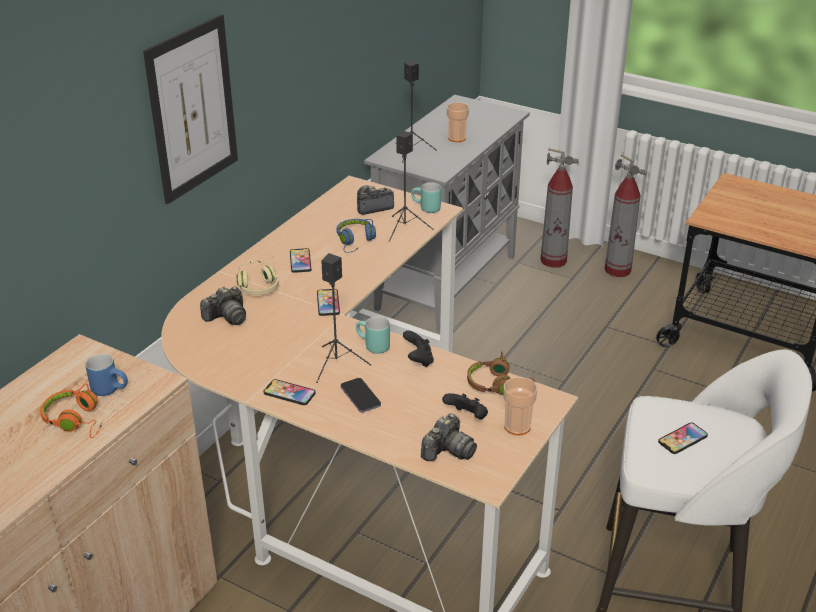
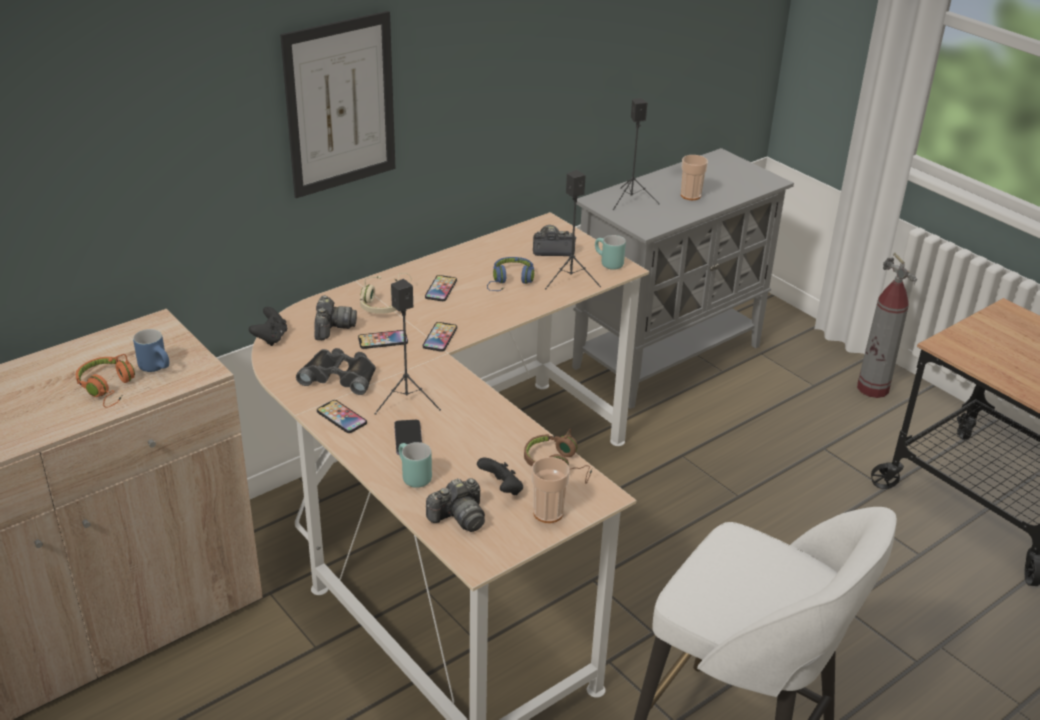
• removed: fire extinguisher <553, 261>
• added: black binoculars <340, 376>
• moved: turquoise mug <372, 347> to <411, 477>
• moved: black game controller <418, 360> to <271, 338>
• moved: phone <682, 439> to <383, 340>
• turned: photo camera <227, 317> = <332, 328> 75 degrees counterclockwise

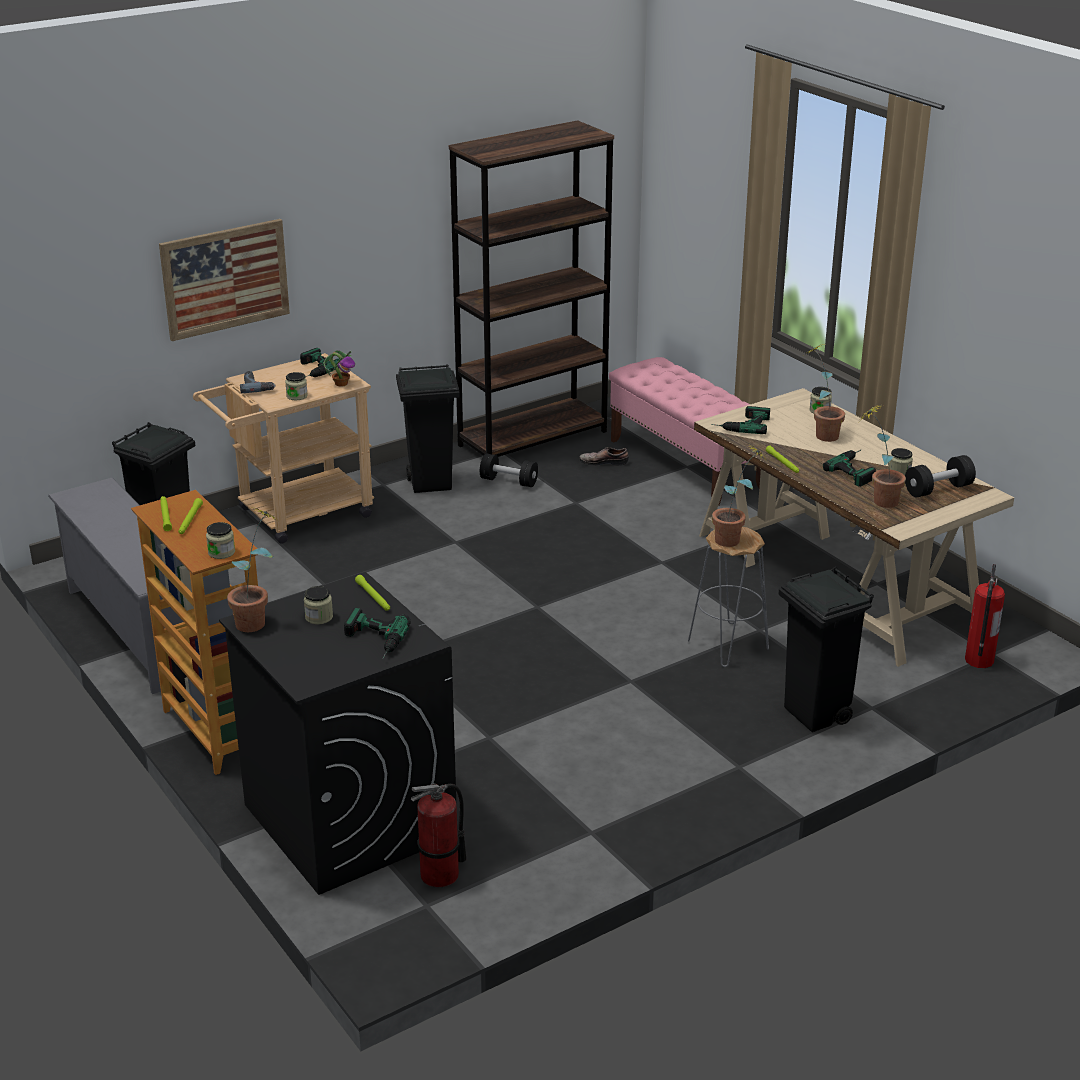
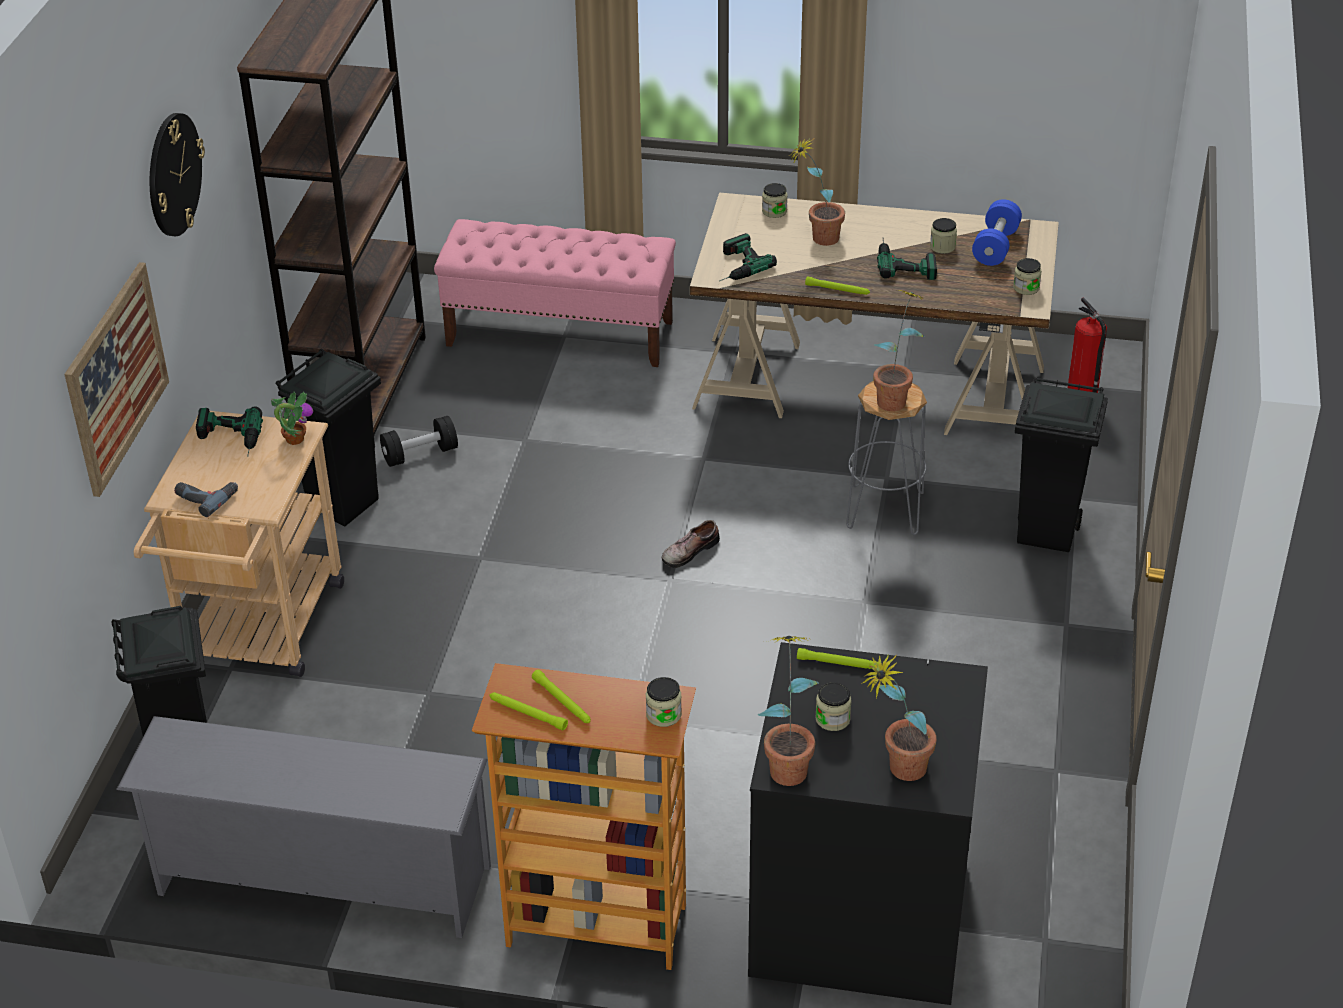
• removed: power drill <372, 641>
• removed: fire extinguisher <440, 875>
• added: wall clock <173, 174>
• moved: jar <297, 396> to <1026, 288>
• moved: shoe <603, 462> to <688, 551>
• moved: potted plant <878, 500> to <897, 770>
• recoloured: black dumbbell <938, 489> to blue dumbbell <995, 246>

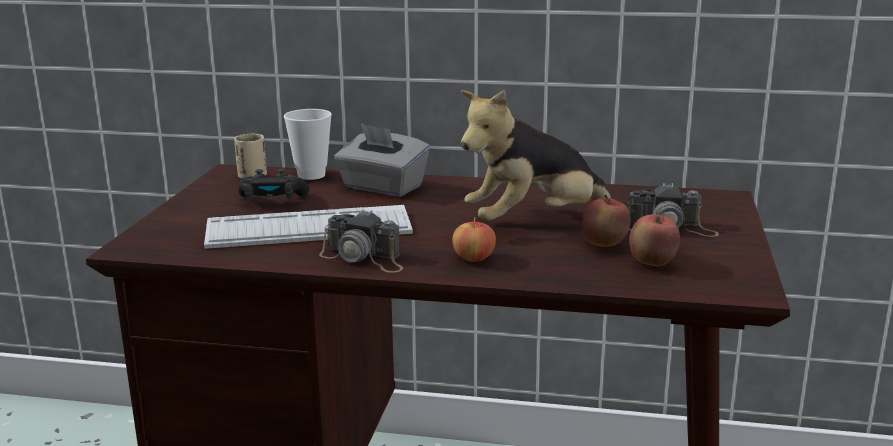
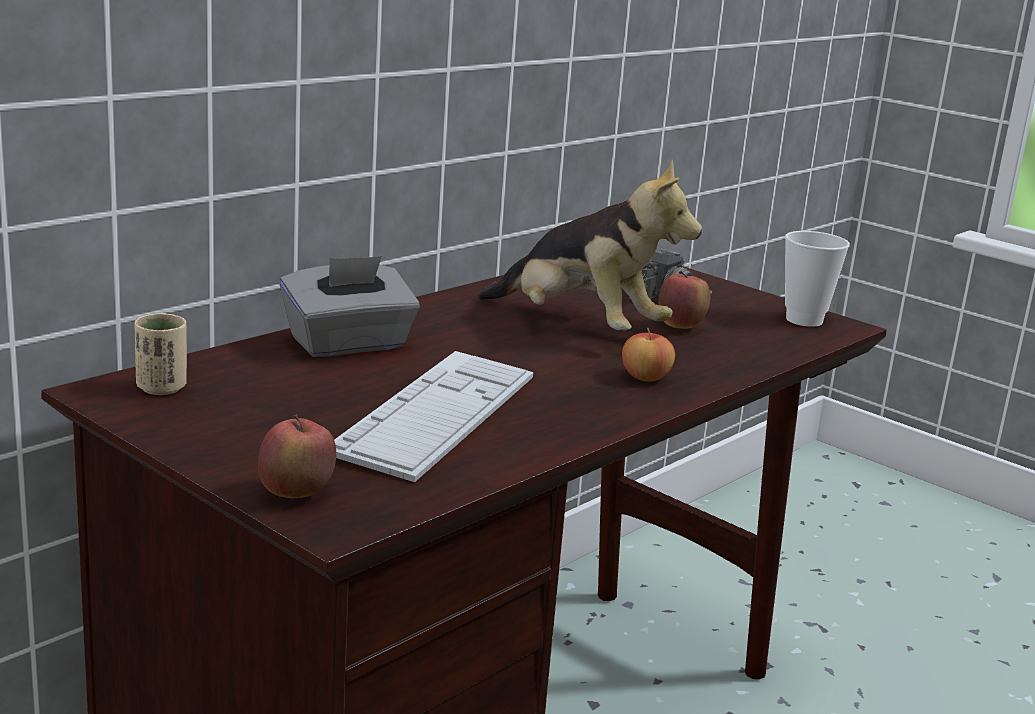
• removed: black game controller <272, 201>
• removed: photo camera <364, 258>
• moved: cup <311, 175> to <804, 320>
• moved: apple <652, 264> to <296, 494>
• turned: plush toy <534, 222> = <580, 327> 60 degrees counterclockwise

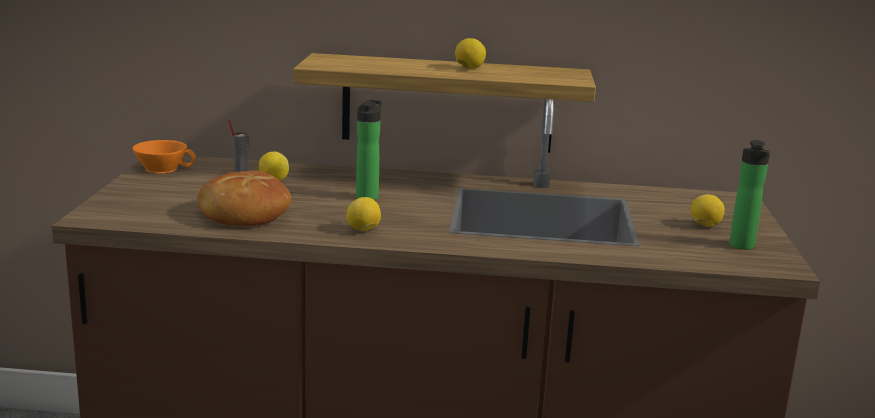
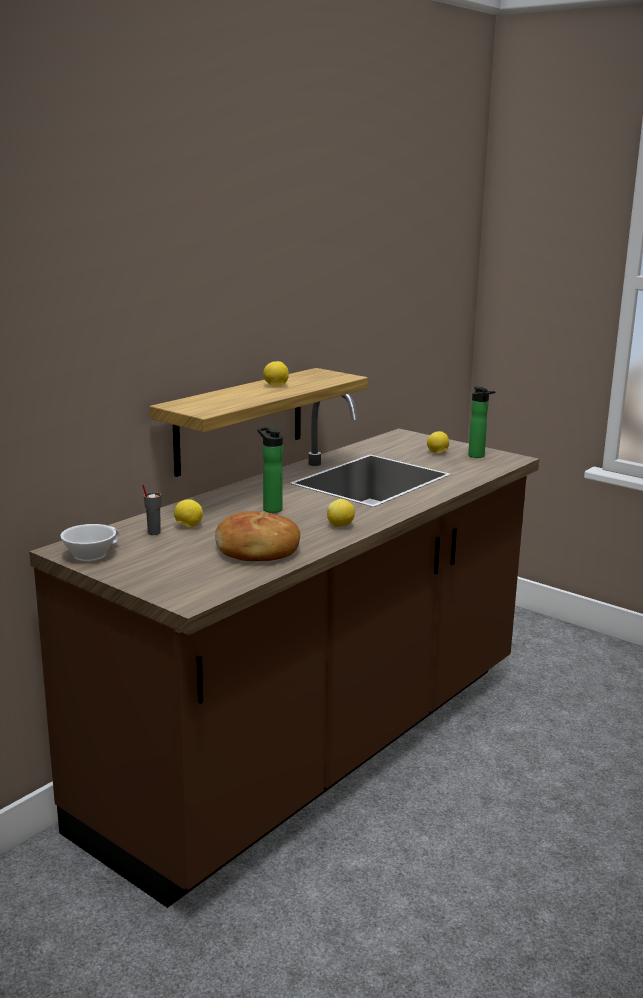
• recoloured: orange cup <163, 168> to white cup <90, 554>

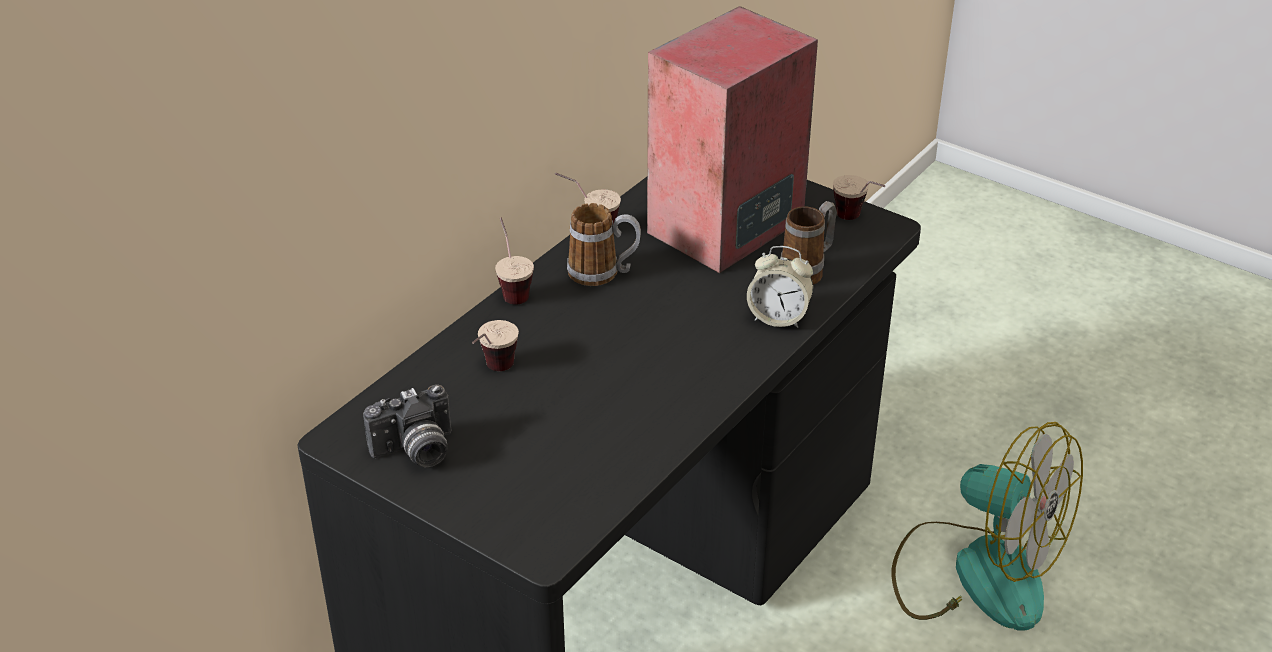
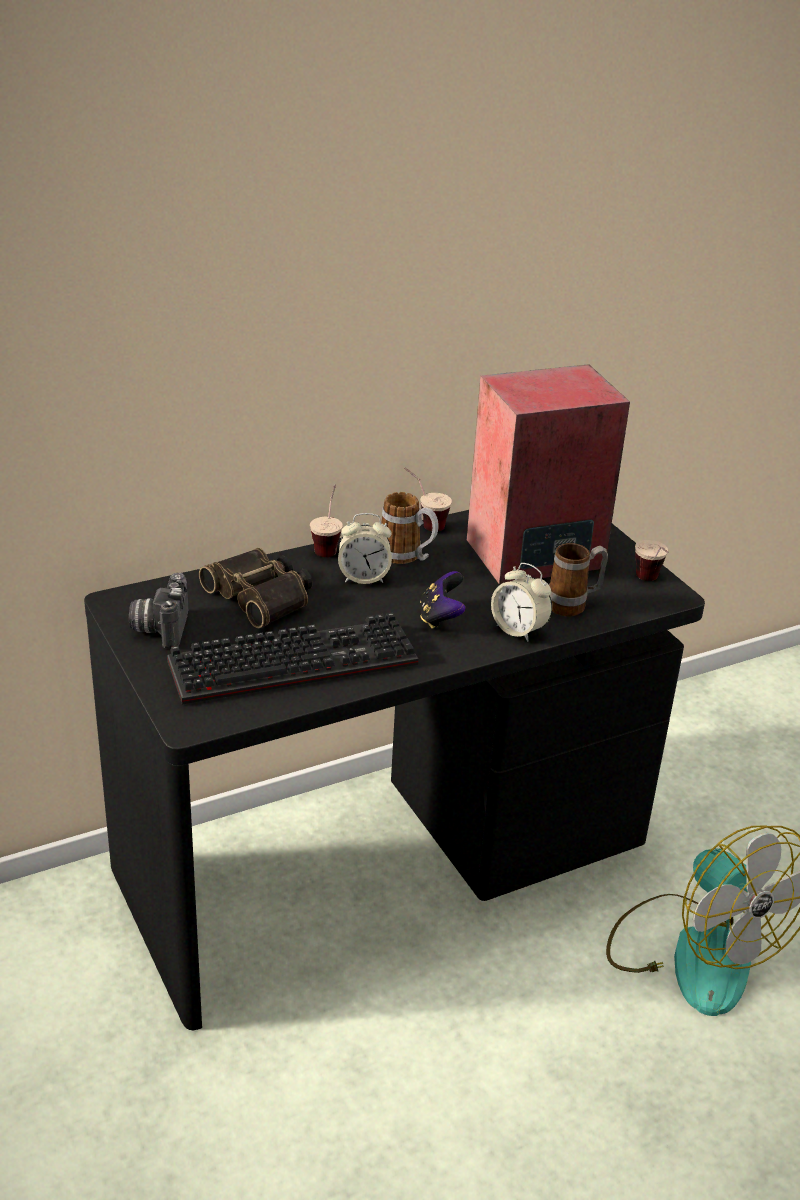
• added: keyboard <296, 660>
• added: alarm clock <364, 577>
• added: game controller <441, 618>
• replaced: cup <493, 373> to binoculars <262, 596>
• turned: photo camera <416, 452> = <160, 628> 90 degrees clockwise

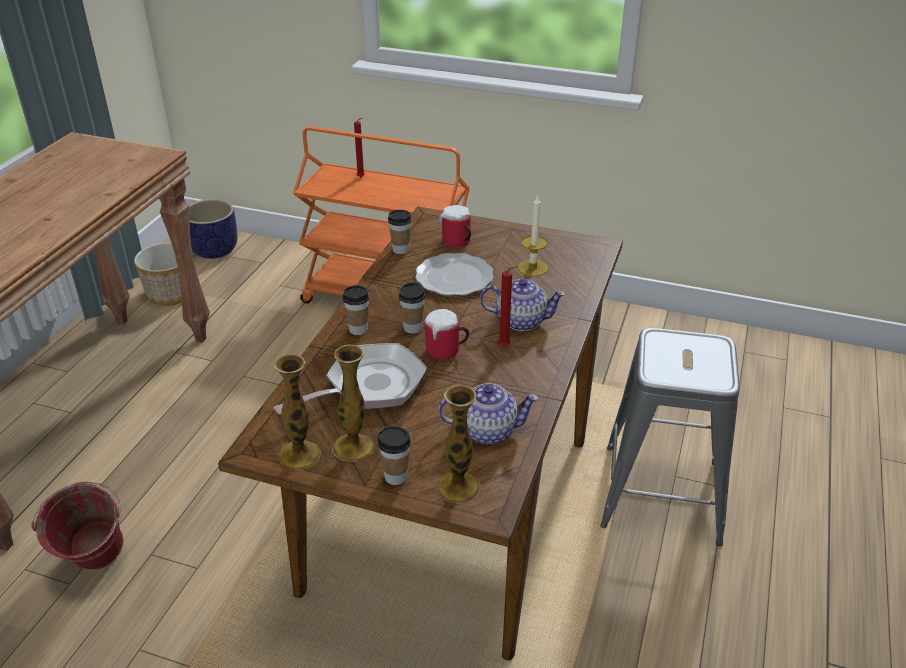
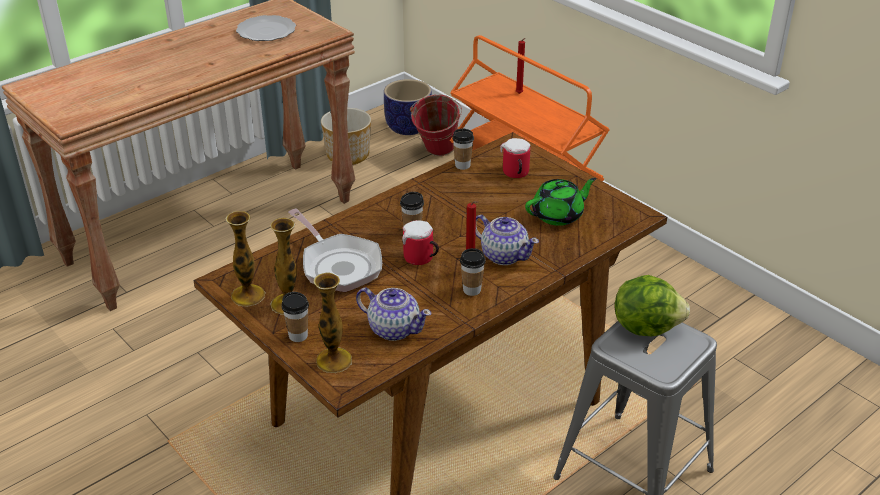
• added: lettuce <646, 326>
• moved: red bucket <96, 567> to <436, 154>
• moved: cup <358, 329> to <472, 290>
• moved: plate <455, 277> to <267, 31>
• replaced: candle <532, 268> to green teapot <558, 215>
• turned: frying pan <369, 387> = <338, 265> 60 degrees clockwise

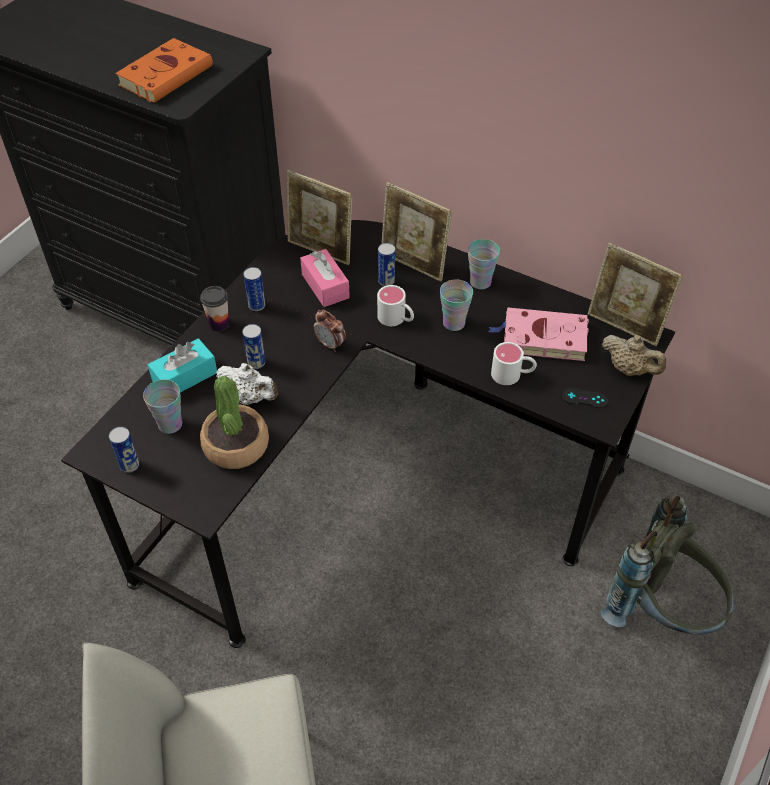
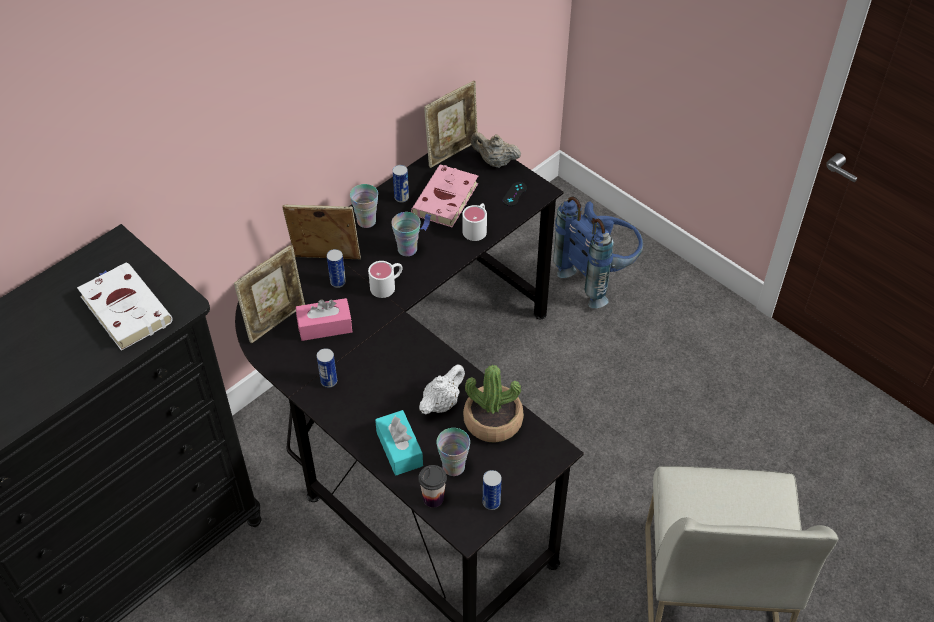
• removed: alarm clock <330, 344>
• moved: cup <219, 324> to <433, 498>
• moved: can <256, 363> to <401, 197>
• recoloured: orange book <167, 75> to white book <124, 308>
• recoloured: grey backpack <661, 611> to blue backpack <598, 275>
• turned: picture frame <413, 265> = <326, 259> 135 degrees counterclockwise
• turned: beige teapot <629, 369> = <495, 162> 120 degrees counterclockwise

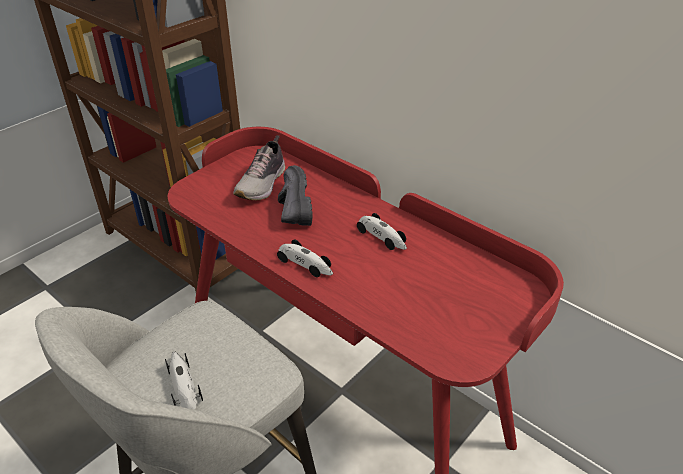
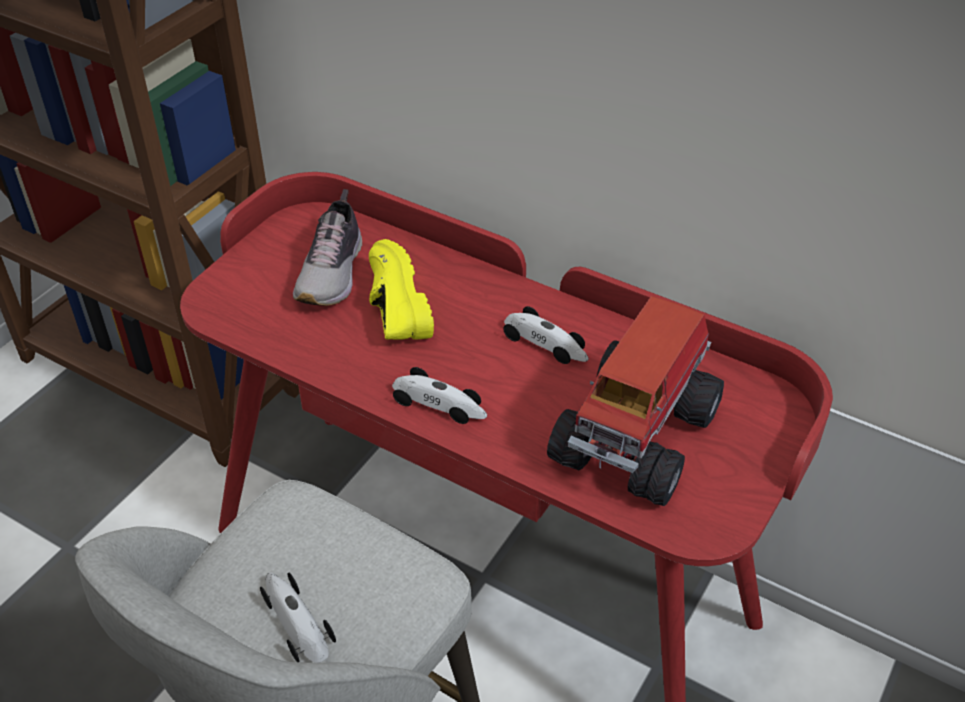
• added: toy truck <637, 434>
• recoloured: black shoe <291, 208> to yellow shoe <390, 310>

